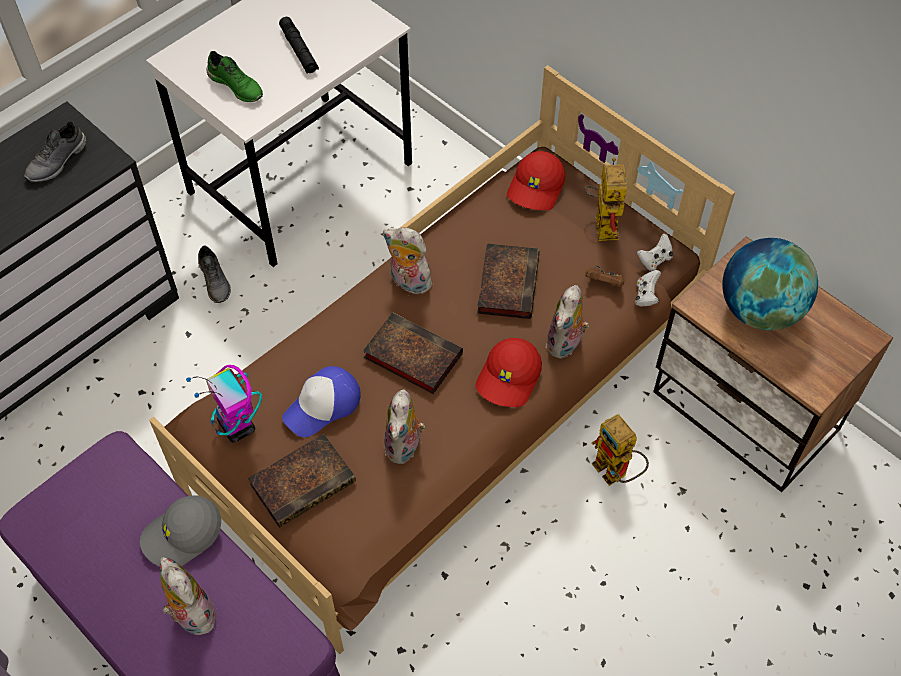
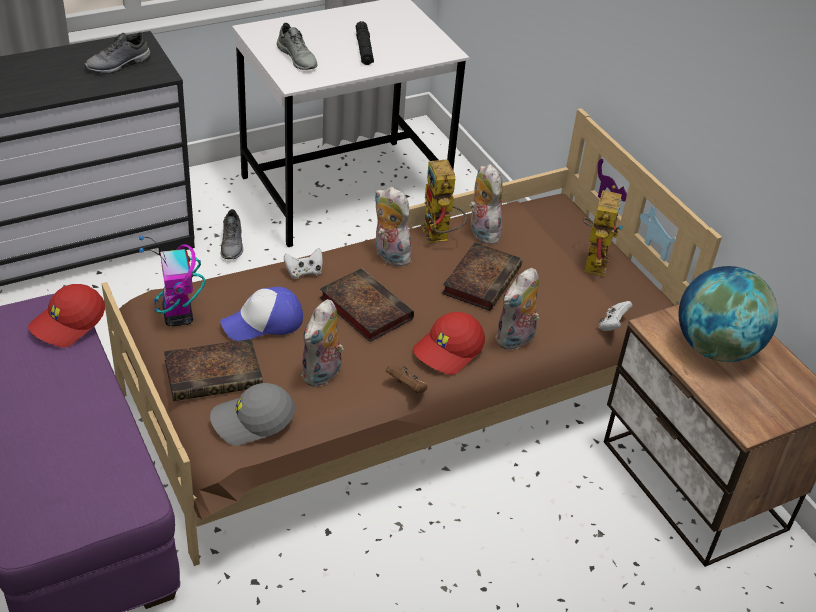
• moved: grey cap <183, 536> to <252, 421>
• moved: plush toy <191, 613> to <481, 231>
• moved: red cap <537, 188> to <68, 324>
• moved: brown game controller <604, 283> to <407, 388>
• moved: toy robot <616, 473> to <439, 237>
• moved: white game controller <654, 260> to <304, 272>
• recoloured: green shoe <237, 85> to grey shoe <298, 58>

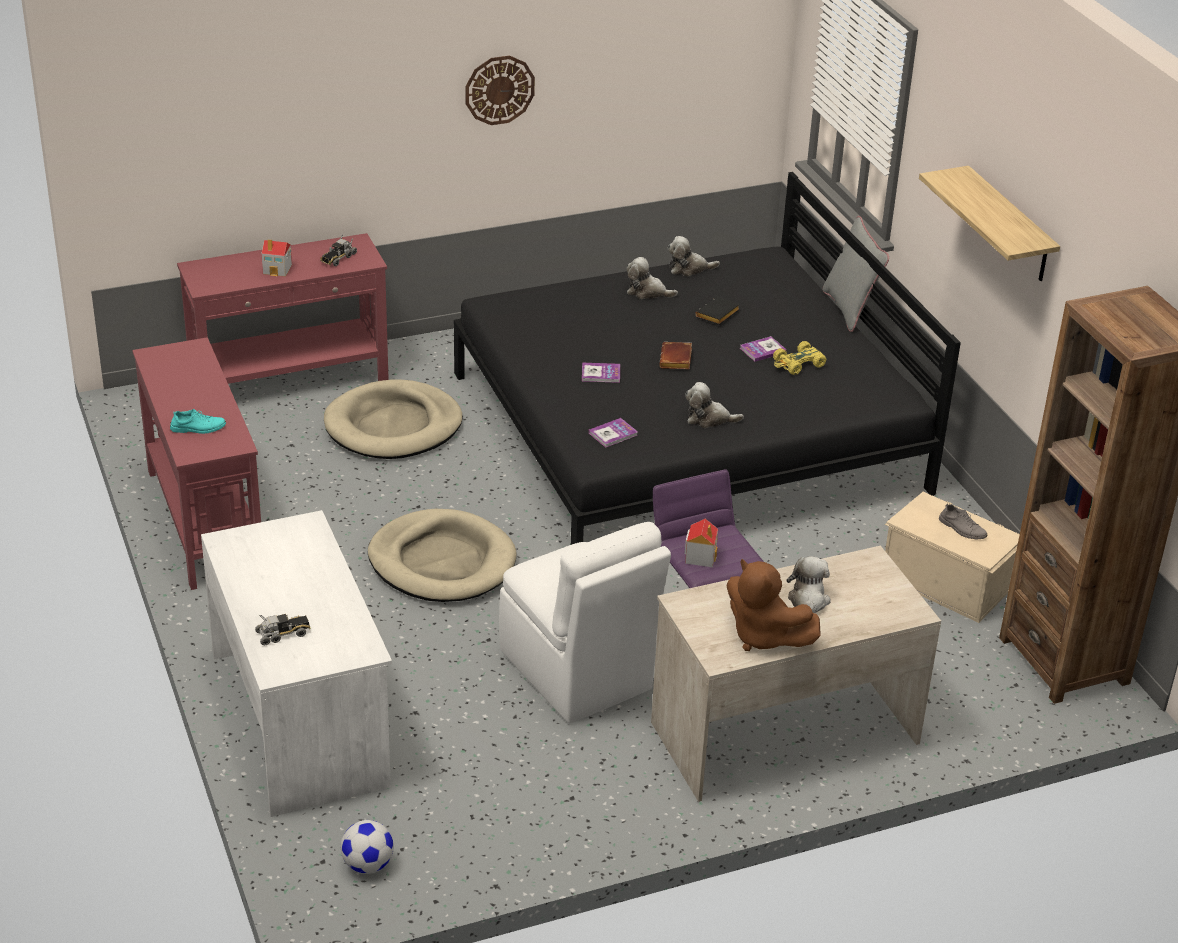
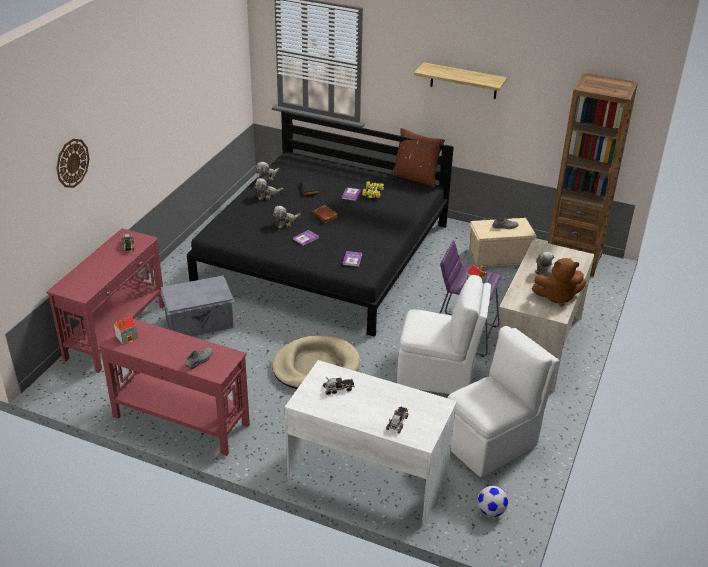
• removed: grey pillow <850, 309>
• added: toy truck <338, 389>
• added: brown pillow <416, 178>
• added: white chair <491, 442>
• moved: toy house <277, 269> to <127, 336>
• moved: wall clock <499, 90> to <72, 163>
• moved: plush toy <709, 419> to <285, 222>
• replaced: beige dog bed <393, 426> to grey storage box <200, 323>
• recoloured: turquoise shoe <198, 428> to grey shoe <199, 360>

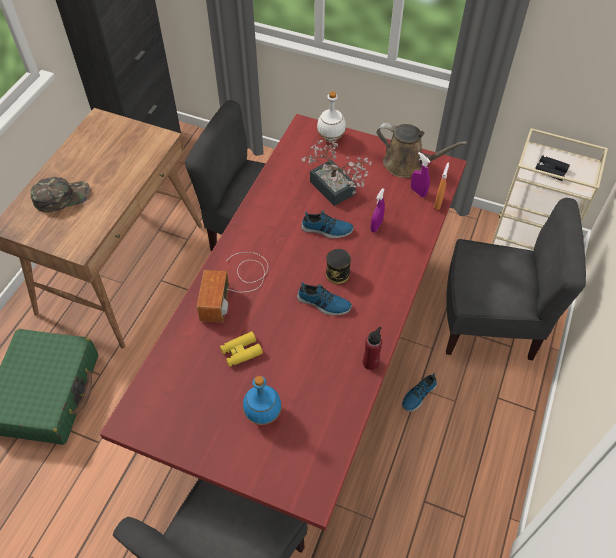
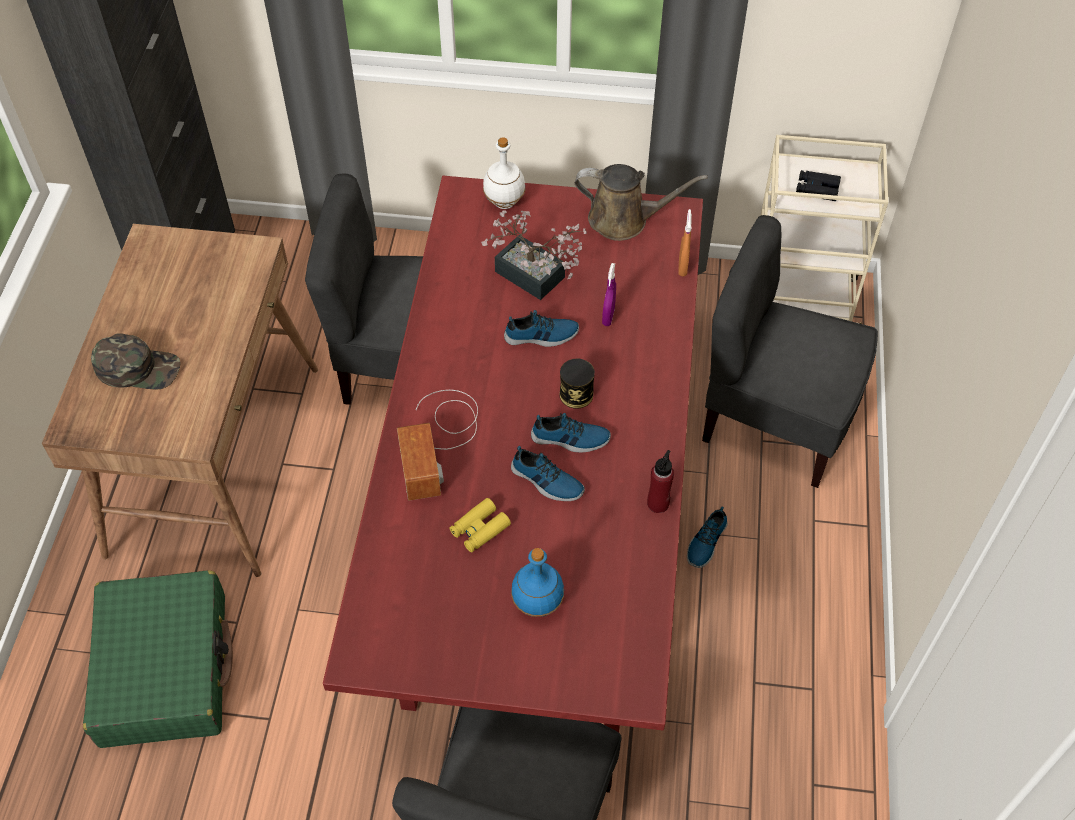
• removed: purple spray bottle <418, 192>
• added: shoe <546, 481>
• turned: green cap <62, 197> = <138, 368> 45 degrees clockwise
• turned: grey chair <489, 323> = <775, 421> 150 degrees counterclockwise

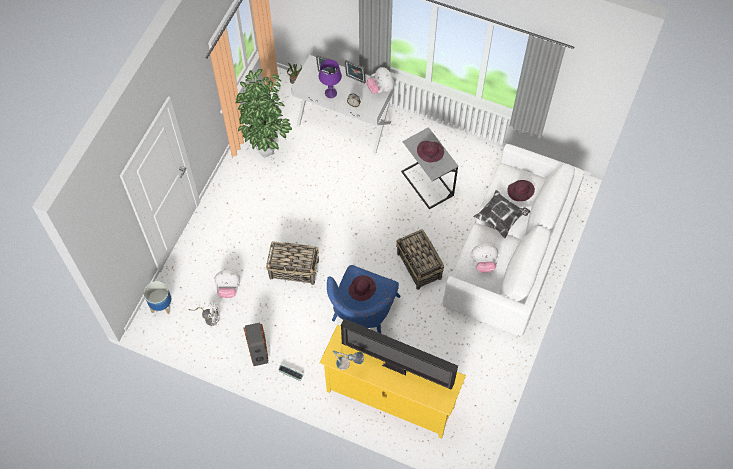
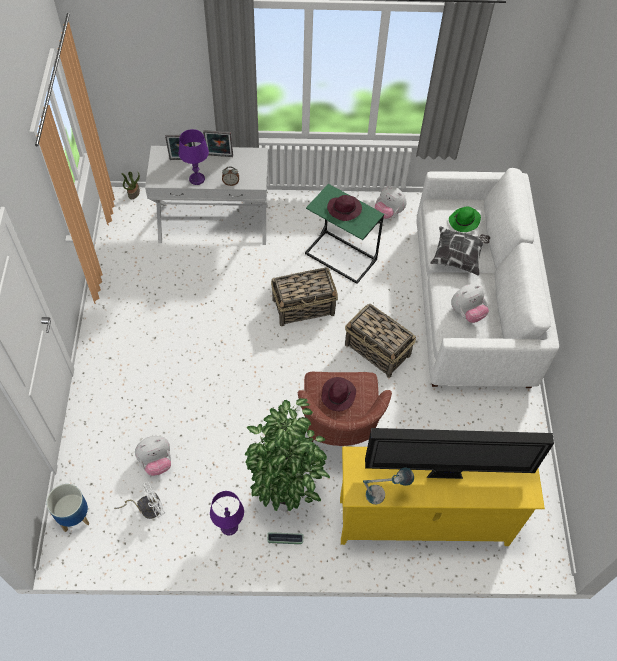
• moved: potted plant <268, 150> to <286, 499>
• moved: basket <294, 269> to <304, 307>
• moved: plush toy <380, 89> to <388, 212>
• replaced: speaker <258, 350> to purple table lamp <229, 526>
• recoloured: blue armchair <362, 315> to brown armchair <338, 432>
• recoloured: grey side table <427, 183> to green side table <341, 256>
• recoloured: purple hat <520, 191> to green hat <464, 221>

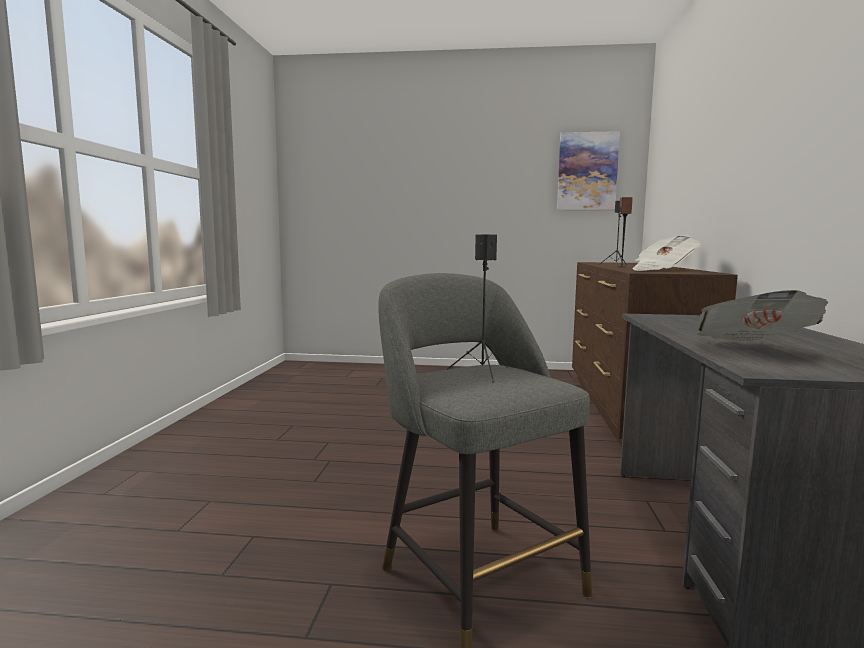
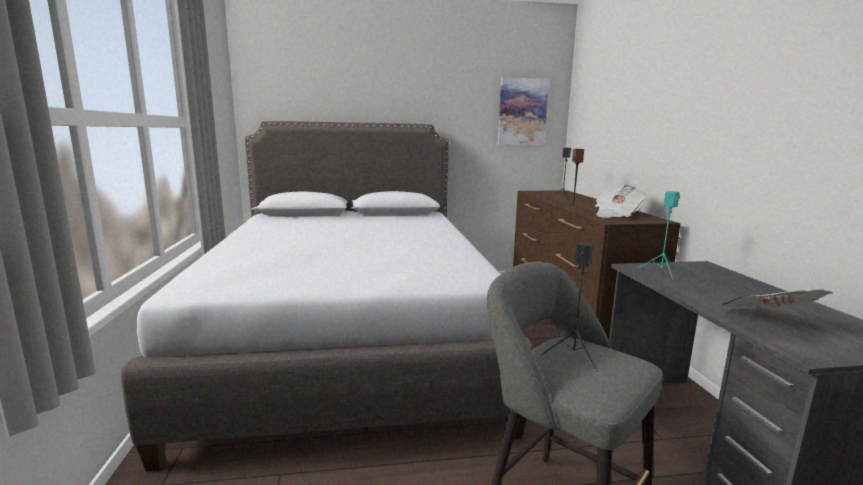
• added: grey bed <350, 338>
• added: turquoise speaker <661, 272>

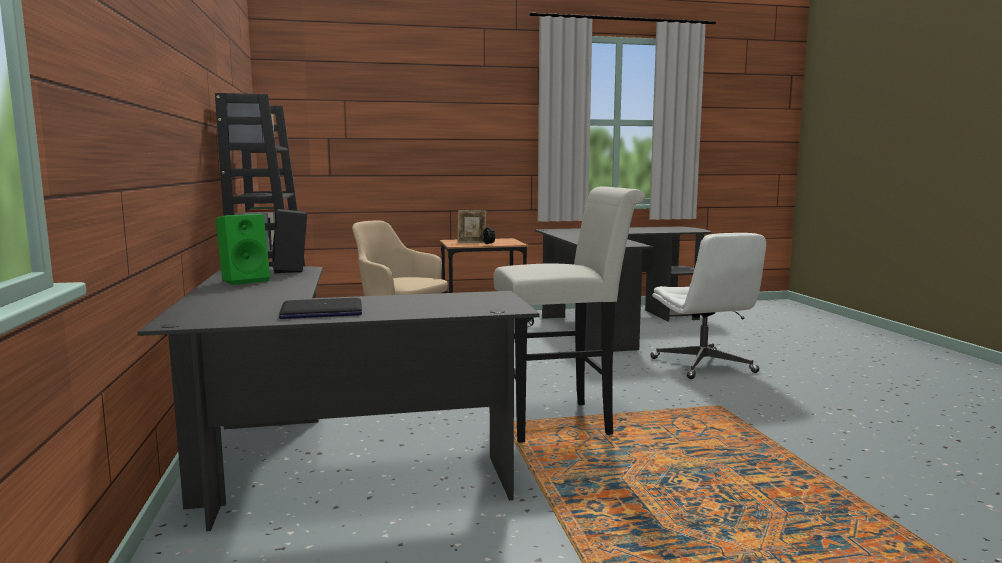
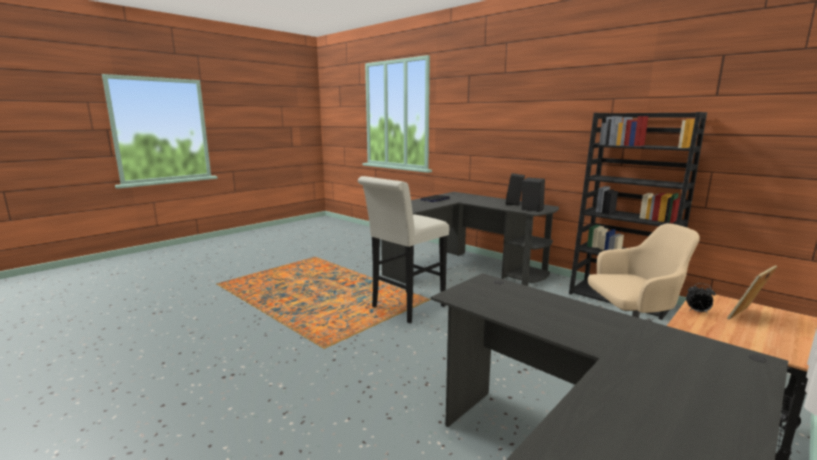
• removed: white office chair <703, 366>
• recoloured: green speaker <246, 280> to black speaker <514, 203>

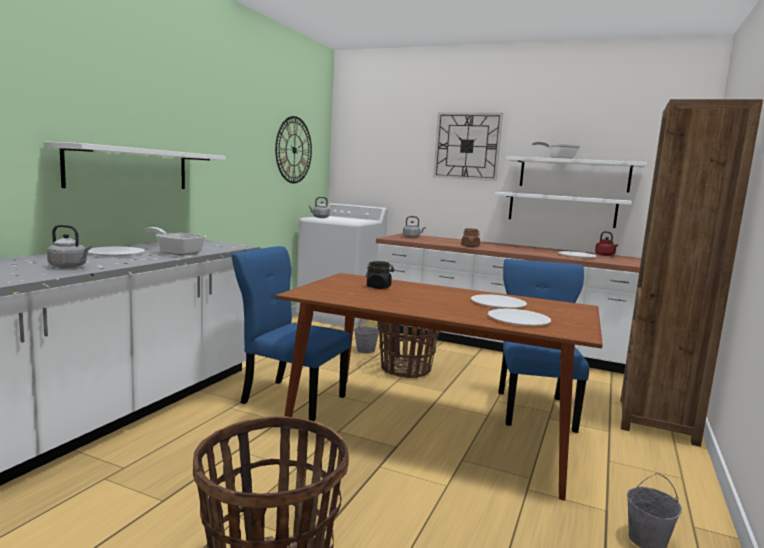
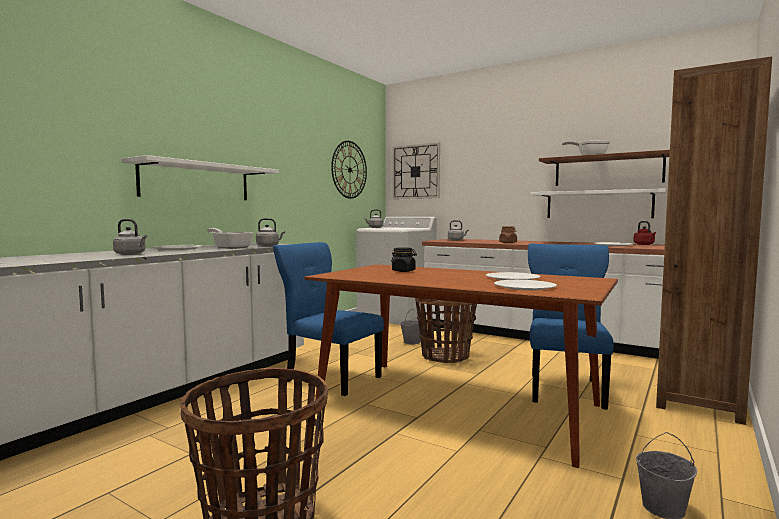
• added: grey kettle <269, 246>
• moved: wall clock <467, 146> to <416, 171>
• recoloured: white shelf <574, 174> to brown shelf <607, 170>

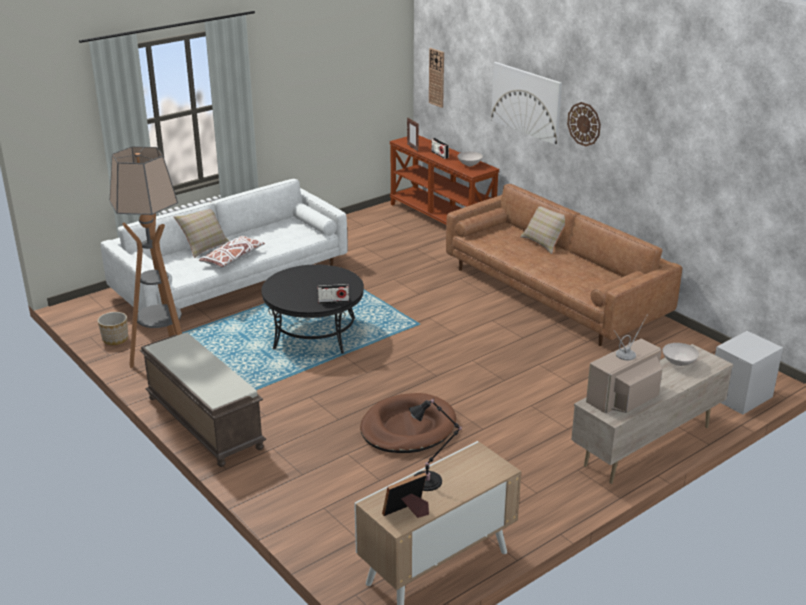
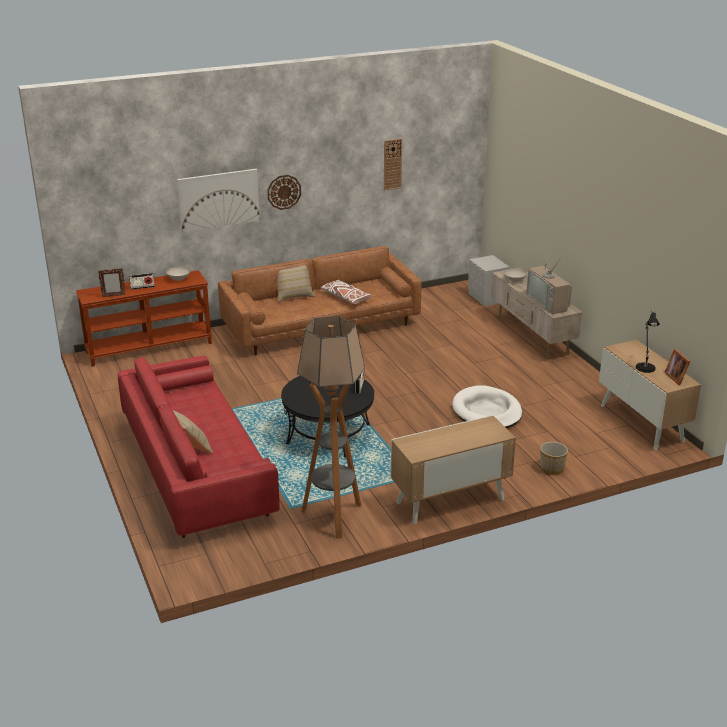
• moved: planter <115, 339> to <552, 468>
• moved: white pillow <232, 258> to <346, 298>
• moved: wall clock <436, 77> to <392, 164>
• replaced: brown bench <203, 422> to cabinet <450, 501>
• recoloured: white sofa <232, 281> to red sofa <197, 469>
• recoloured: brown dog bed <408, 428> to white dog bed <487, 411>

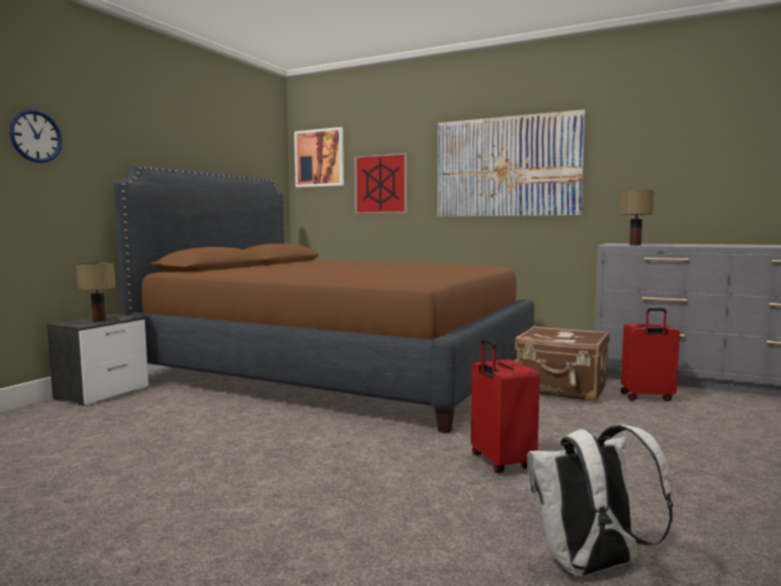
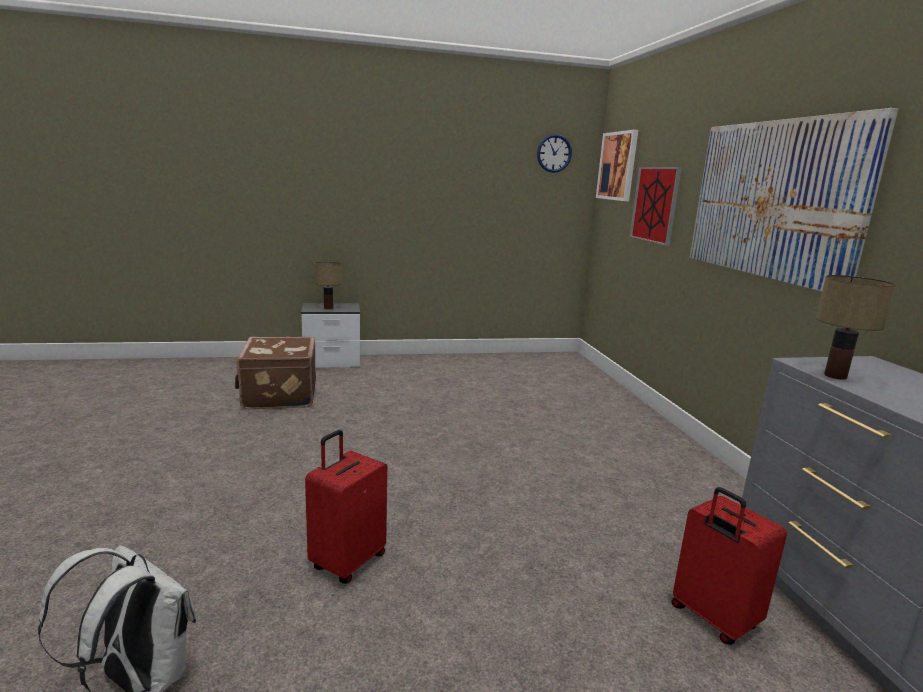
• removed: brown bed <338, 371>
• moved: wall clock <36, 136> to <554, 153>
• moved: brown suitcase <562, 389> to <278, 395>

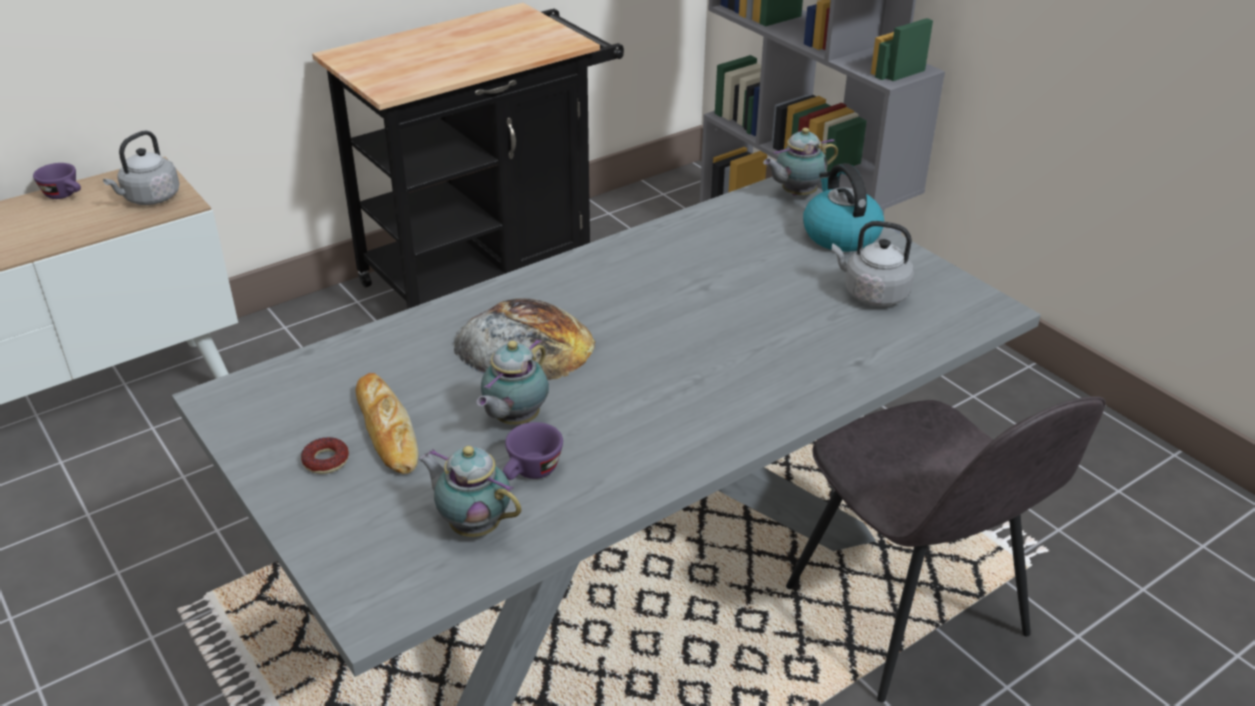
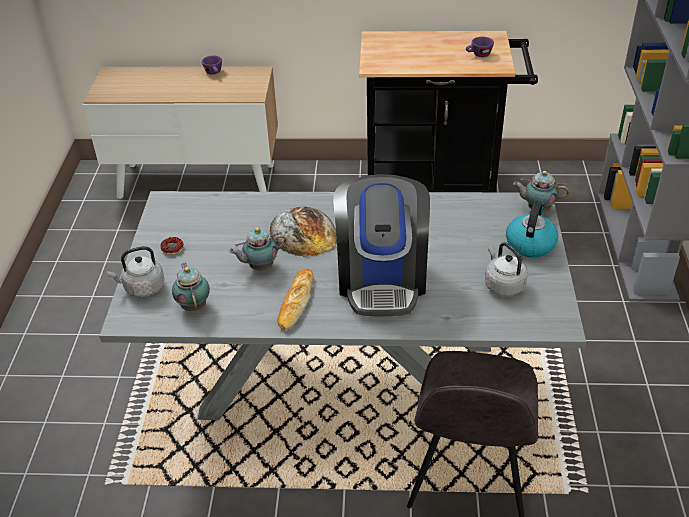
• added: coffee machine <382, 278>
• moved: grey kettle <149, 198> to <142, 288>
• moved: bread <387, 430> to <296, 302>
• moved: purple cup <530, 473> to <478, 55>

